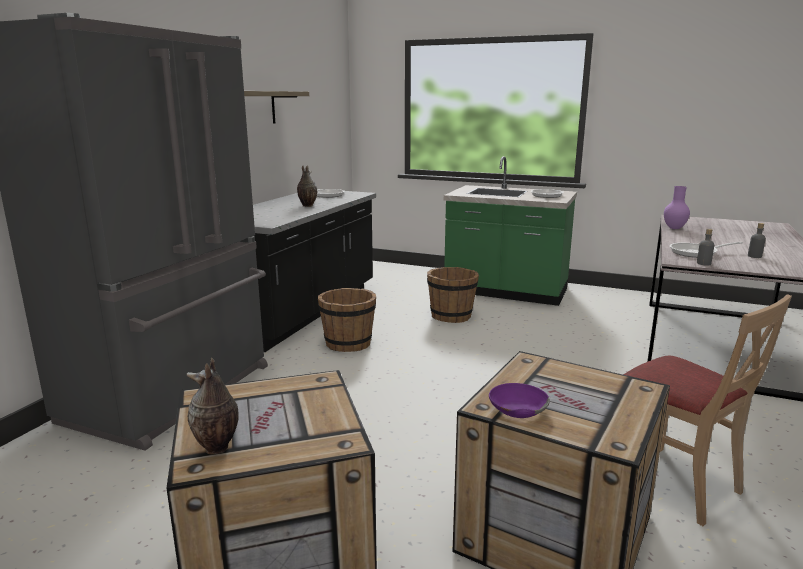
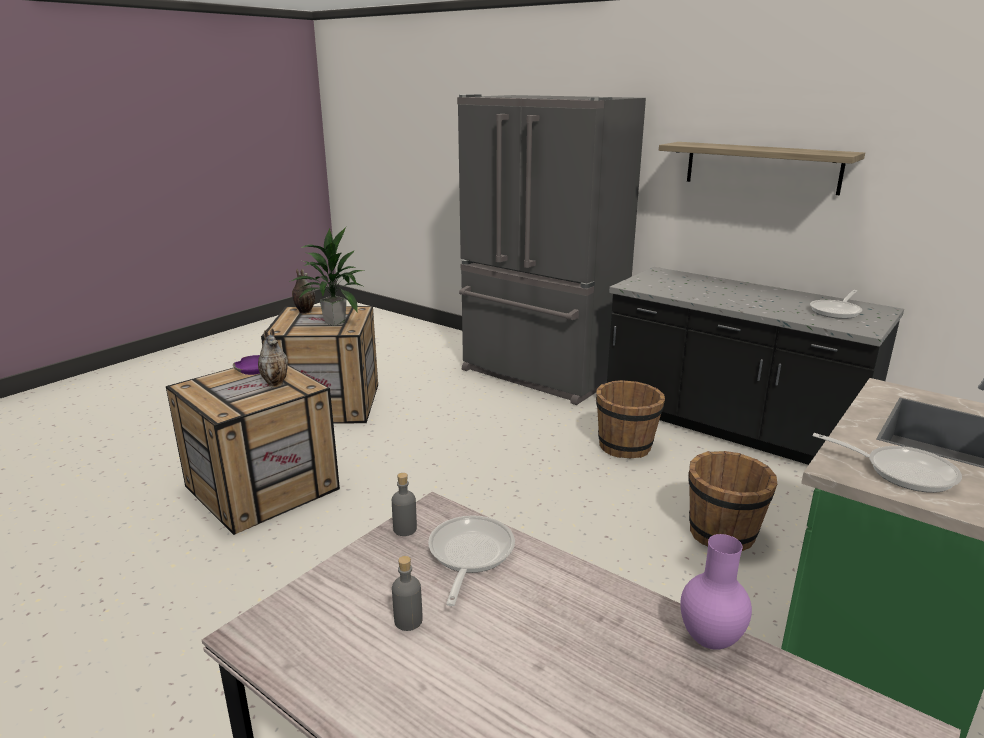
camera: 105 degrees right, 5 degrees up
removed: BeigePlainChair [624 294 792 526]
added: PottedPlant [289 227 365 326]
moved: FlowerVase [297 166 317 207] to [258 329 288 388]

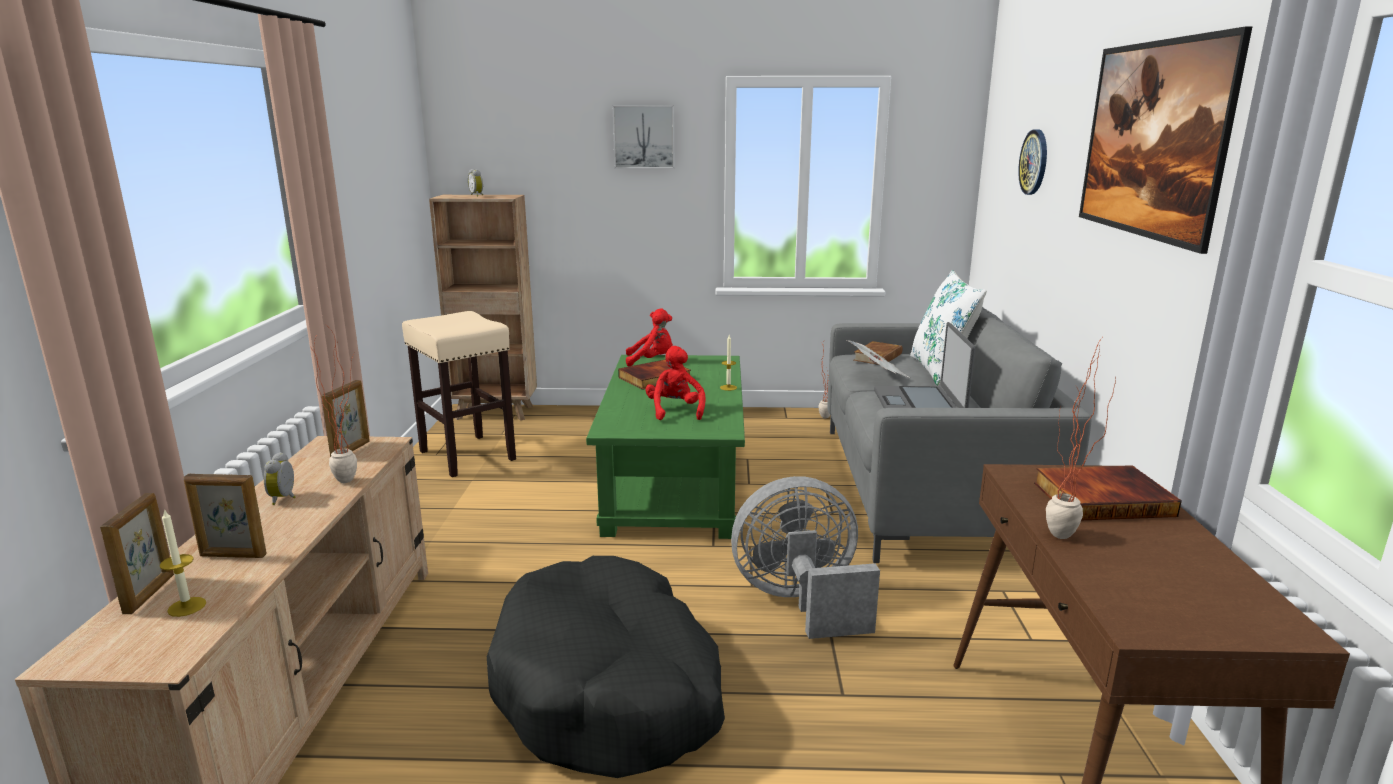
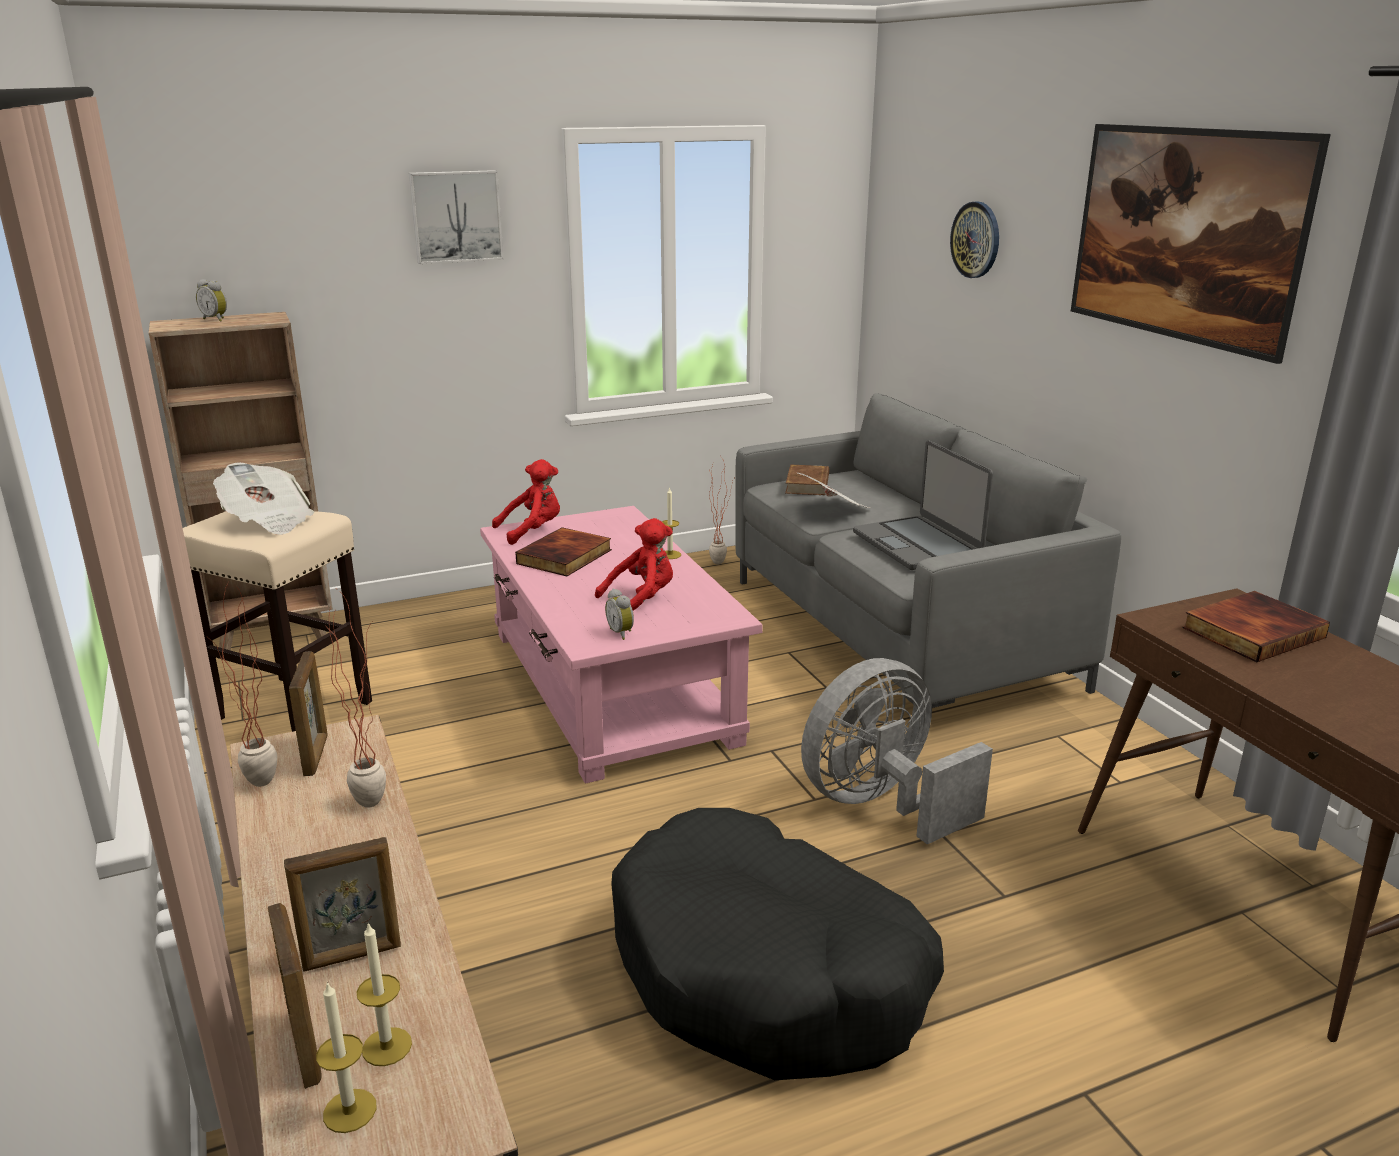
camera: 25 degrees left, 5 degrees up
removed: WhiteCushion [910 270 987 386]
added: Newspaper [213 462 315 535]; WaxCandle [316 981 377 1133]
moved: PottedPlant [1046 338 1116 539] to [211 582 277 787]; BedsideClock [264 452 296 505] to [605 588 634 640]
recoloured: GreenishCoffeeTable [586 355 745 539] to PinkishCoffeeTable [480 506 763 783]
turned: RedPlushToy [645 346 706 420] = [595 518 673 610] 90 degrees clockwise

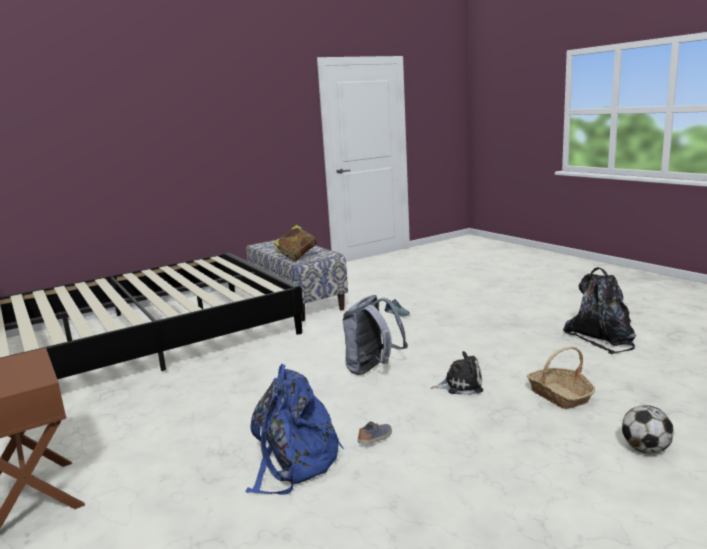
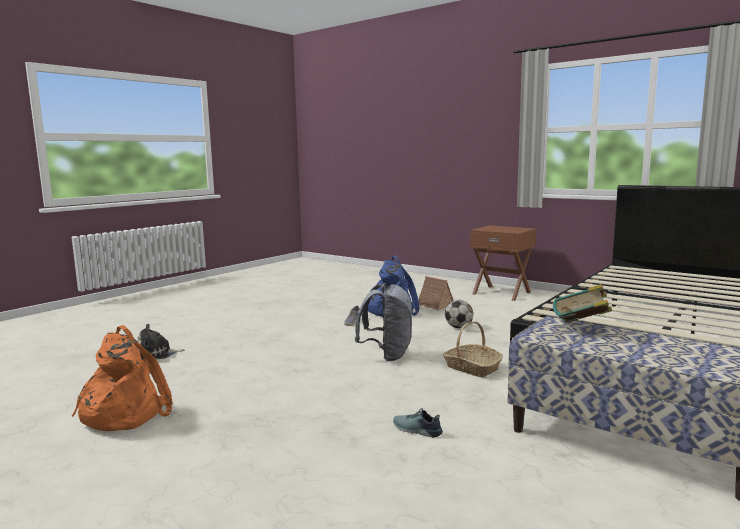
camera: 160 degrees right, 5 degrees down
added: ModelHouse [418 276 454 310]
moved: PlushToy [431 351 483 395] to [137 324 184 360]; HouseholdBasket [527 346 595 409] to [443 321 503 377]; FootballBall [622 405 674 454] to [445 300 473 328]
recoloured: BlackRucksack [563 267 636 354] to OrangeColouredRucksack [72 325 173 431]

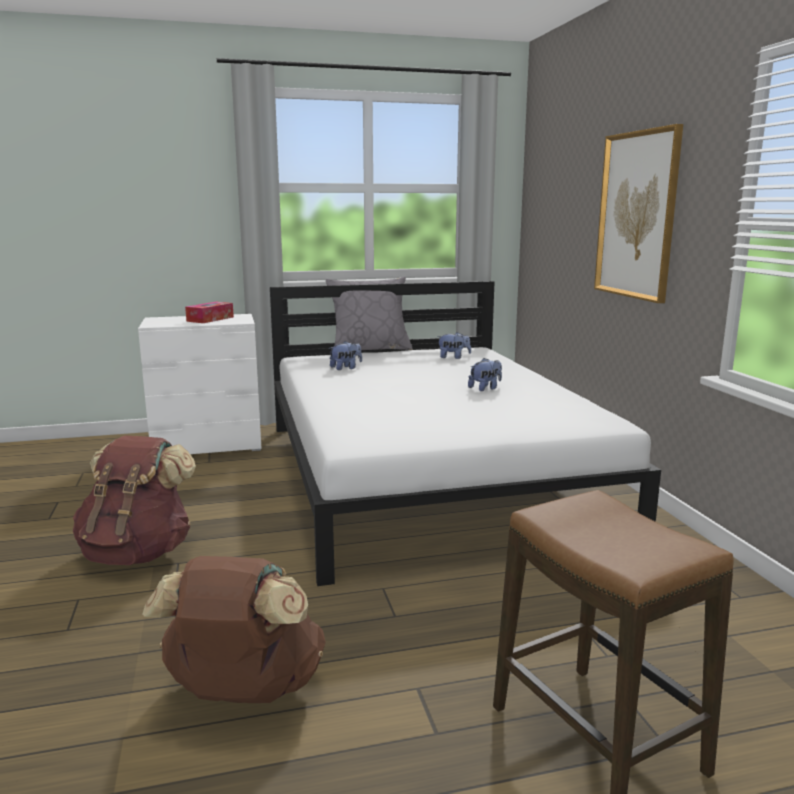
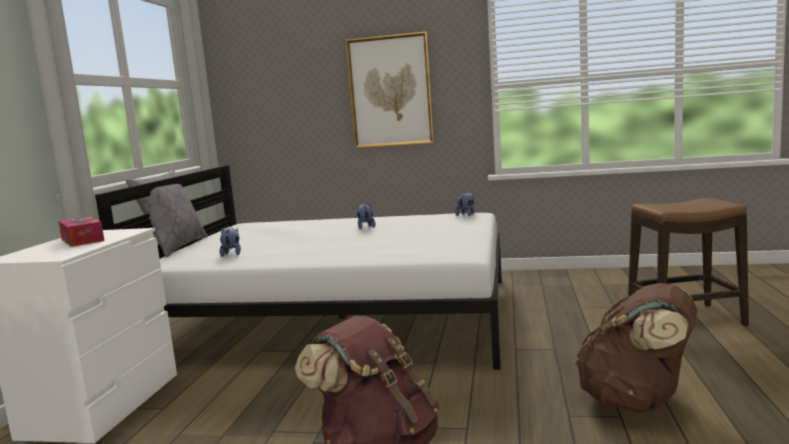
camera: 65 degrees left, 5 degrees down
moved: PlushToy [437 332 471 359] to [455 192 475 216]

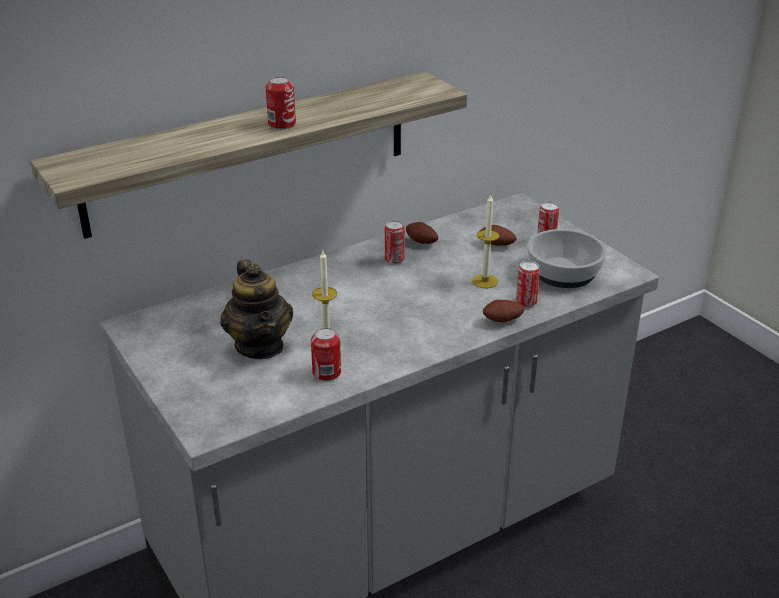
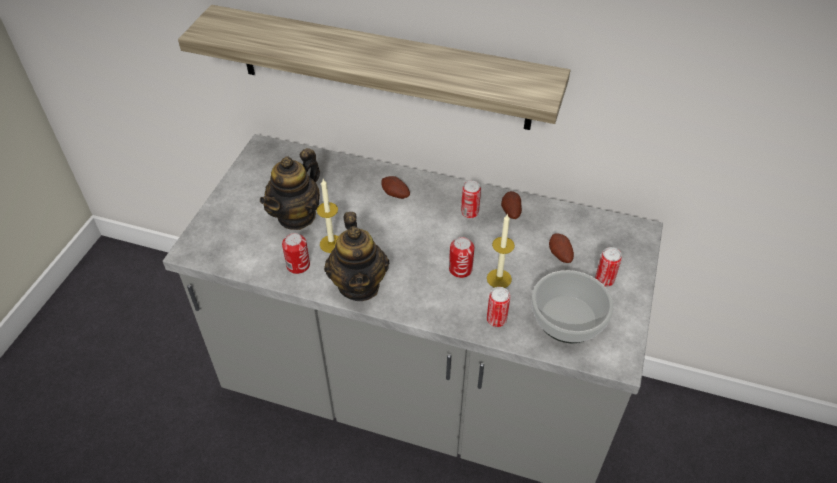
camera: 50 degrees right, 15 degrees up
added: PotForTea [324 212 389 301]
moved: Potato [483 300 525 323] to [381 176 410 199]; Can [266 77 296 130] to [449 237 474 278]

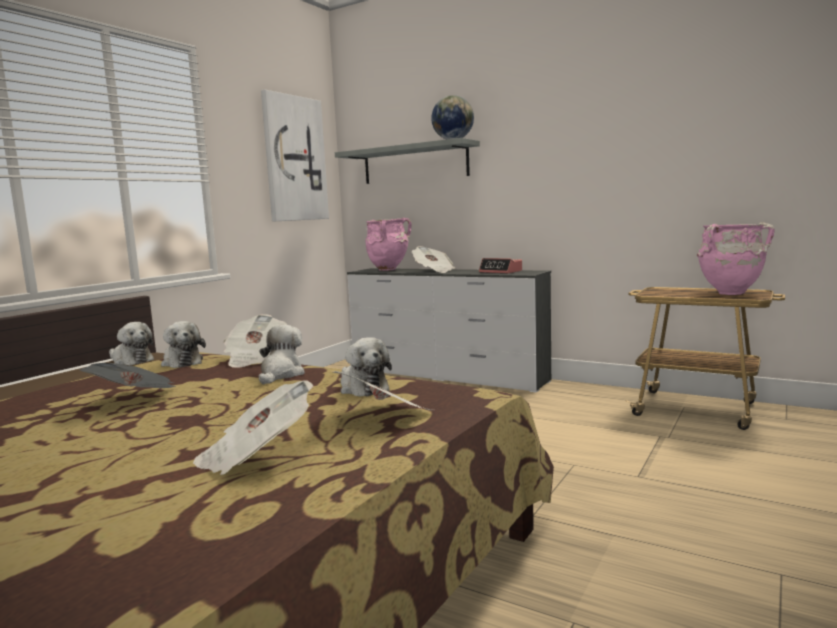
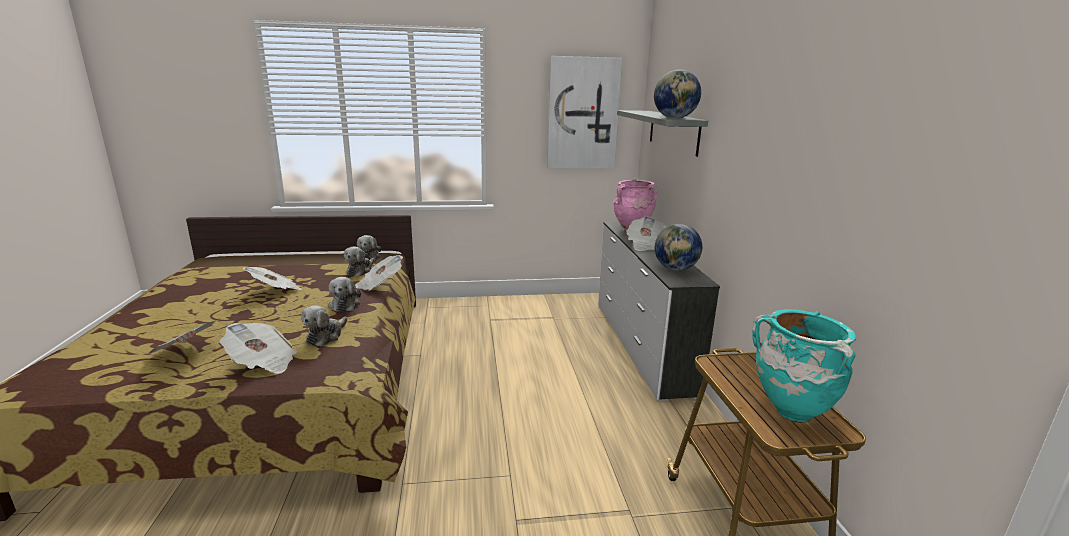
camera: 50 degrees right, 10 degrees up
replaced: BedsideClock [479 258 522 274] to DeskGlobe [655 224 702 271]
recoloured: PinkishFlowerVase [697 222 775 295] to BlueGreenFlowerVase [752 309 856 423]
turned: PlushToy [258 325 305 384] = [329 277 361 312] 105 degrees clockwise

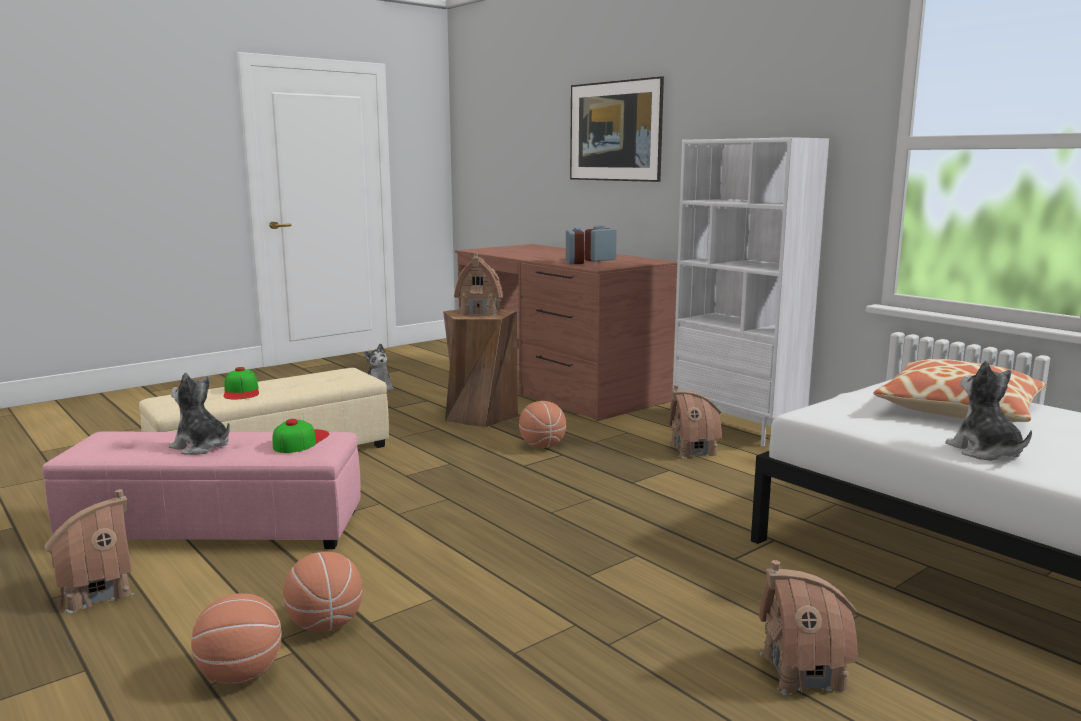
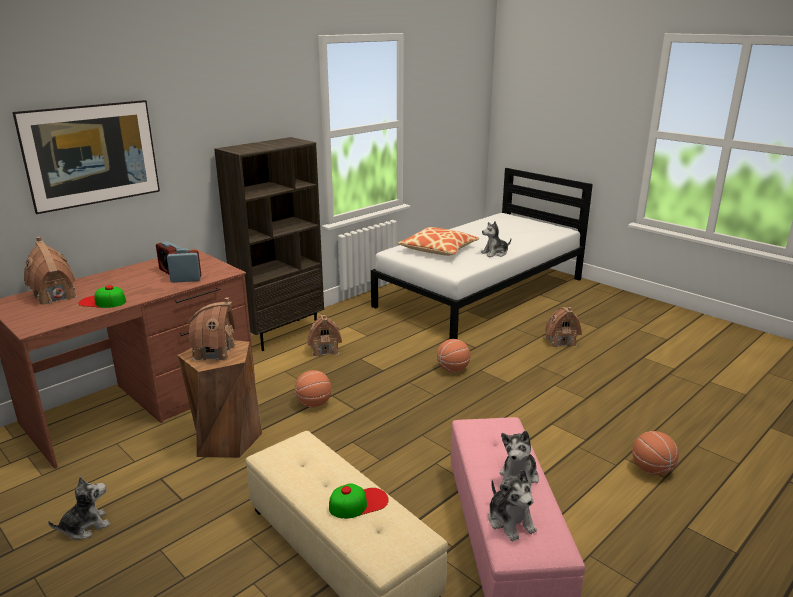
camera: 95 degrees left, 10 degrees up
added: PlushToy [488 470 537 541]
moved: ModelHouse [45 489 134 613] to [24 237 78 305]; BaseballCap [273 419 329 453] to [78 285 126 308]; BallForBasketball [283 551 362 632] to [437 339 471 372]
recoloured: WhiteBookcase [673 137 829 446] to BrownishBookcase [214 137 324 351]

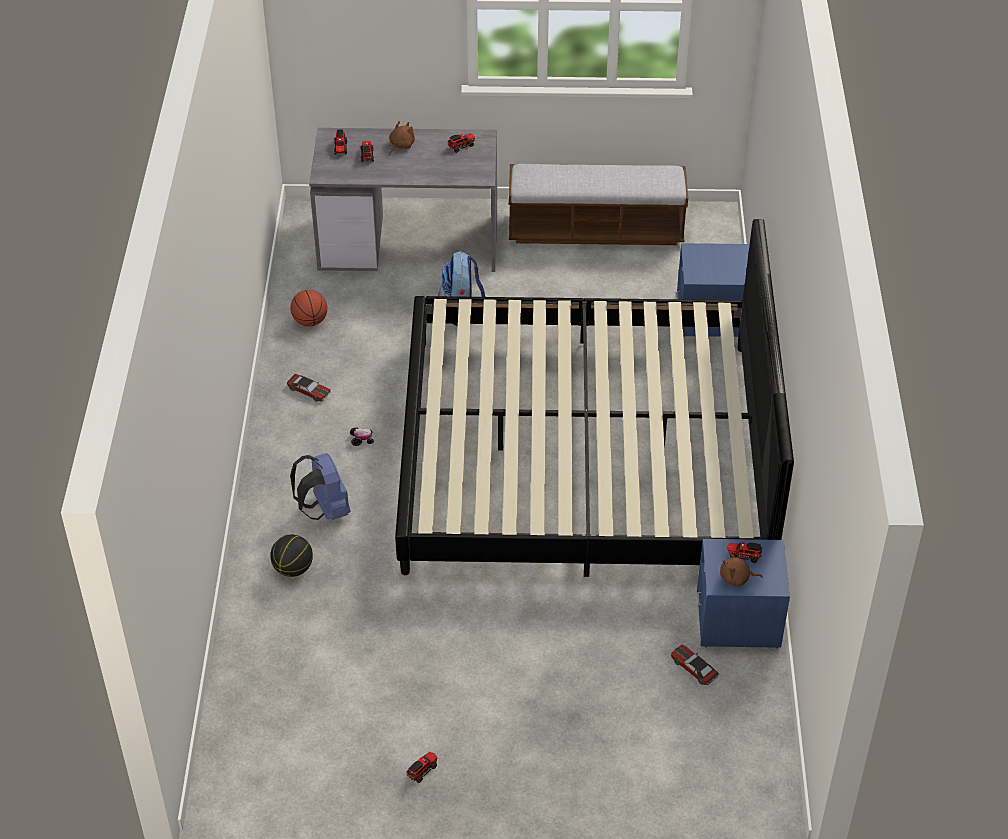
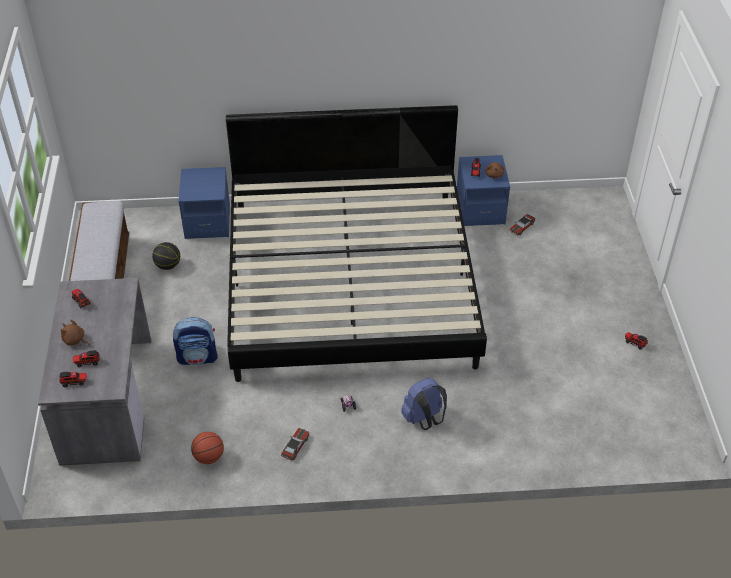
camera: 95 degrees left, 0 degrees up
moved: BallForBasketball [270 535 313 577] to [152 242 180 270]

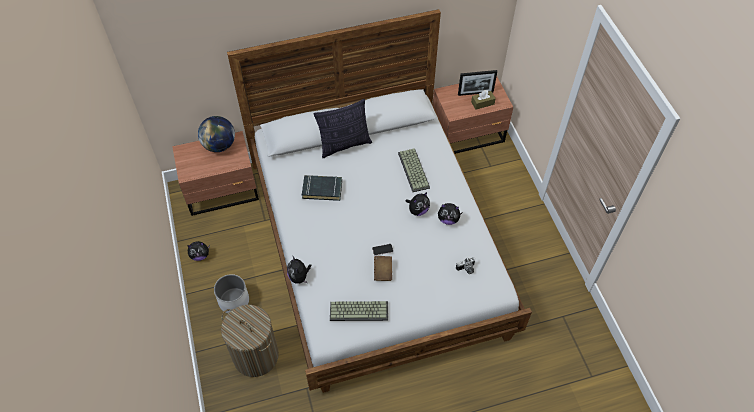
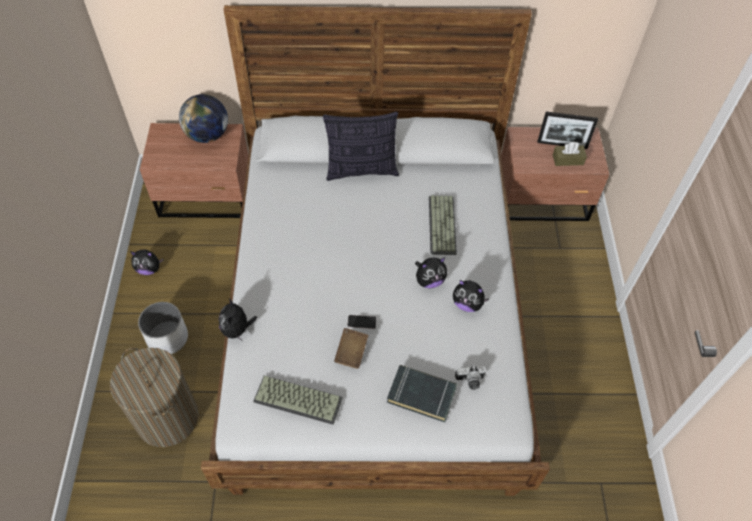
camera: 15 degrees right, 0 degrees up
moved: BlackVolume [302 175 342 201] to [387 365 457 422]

